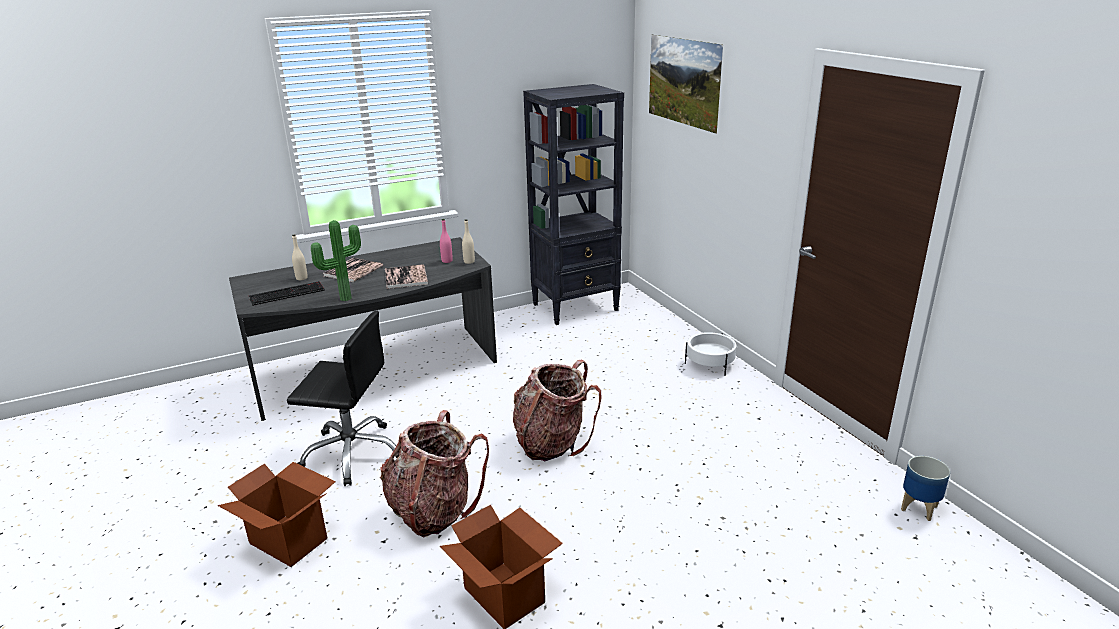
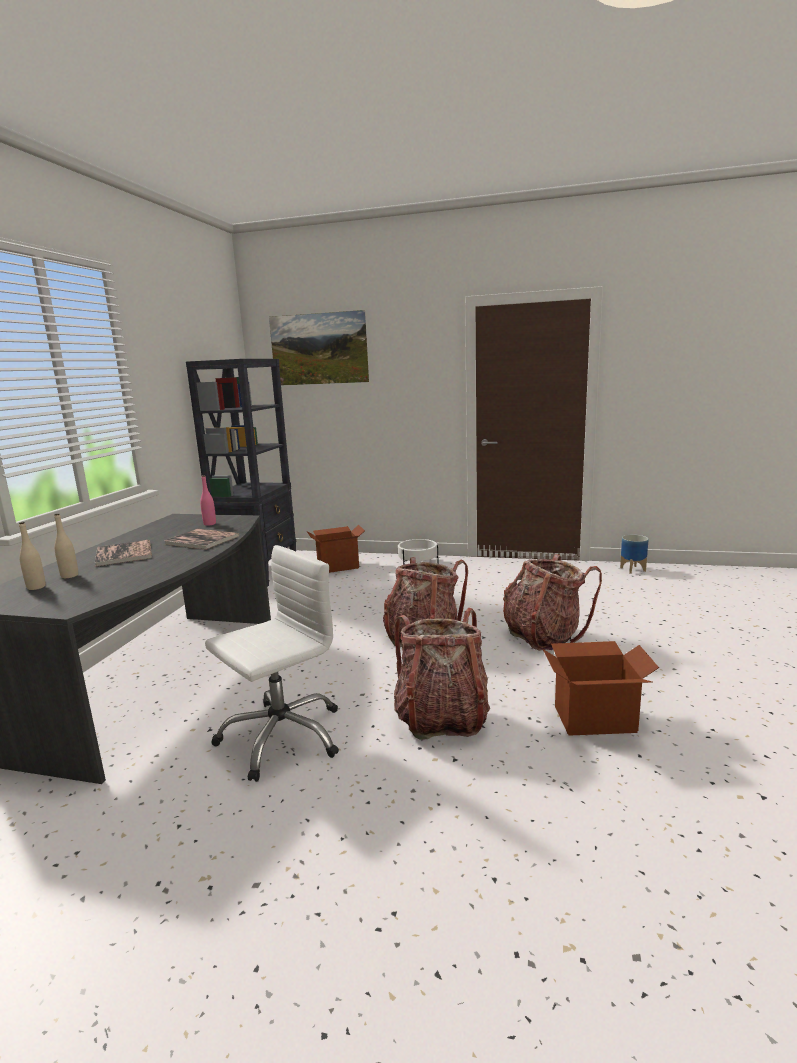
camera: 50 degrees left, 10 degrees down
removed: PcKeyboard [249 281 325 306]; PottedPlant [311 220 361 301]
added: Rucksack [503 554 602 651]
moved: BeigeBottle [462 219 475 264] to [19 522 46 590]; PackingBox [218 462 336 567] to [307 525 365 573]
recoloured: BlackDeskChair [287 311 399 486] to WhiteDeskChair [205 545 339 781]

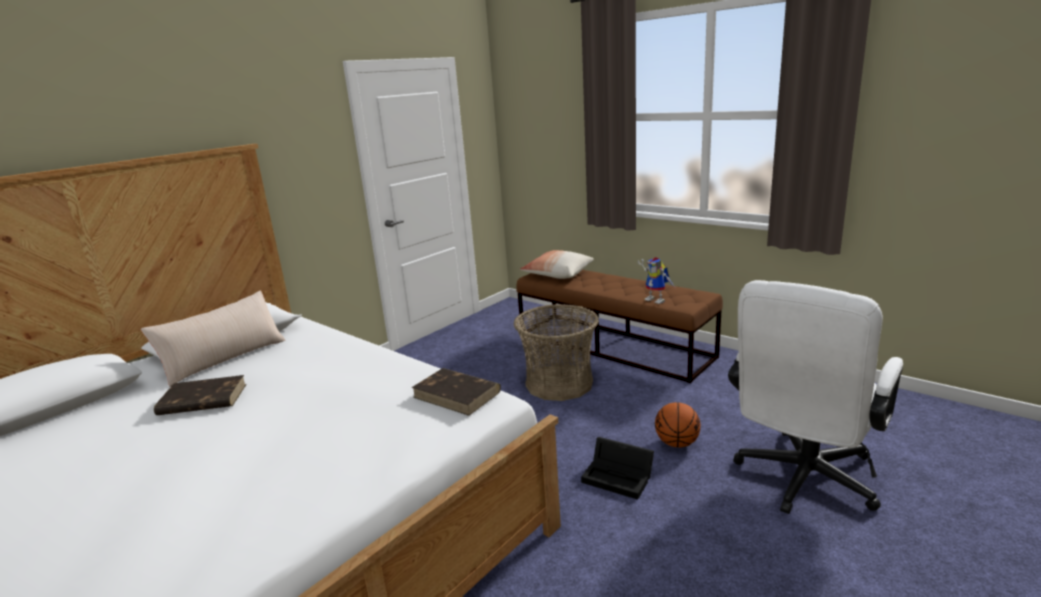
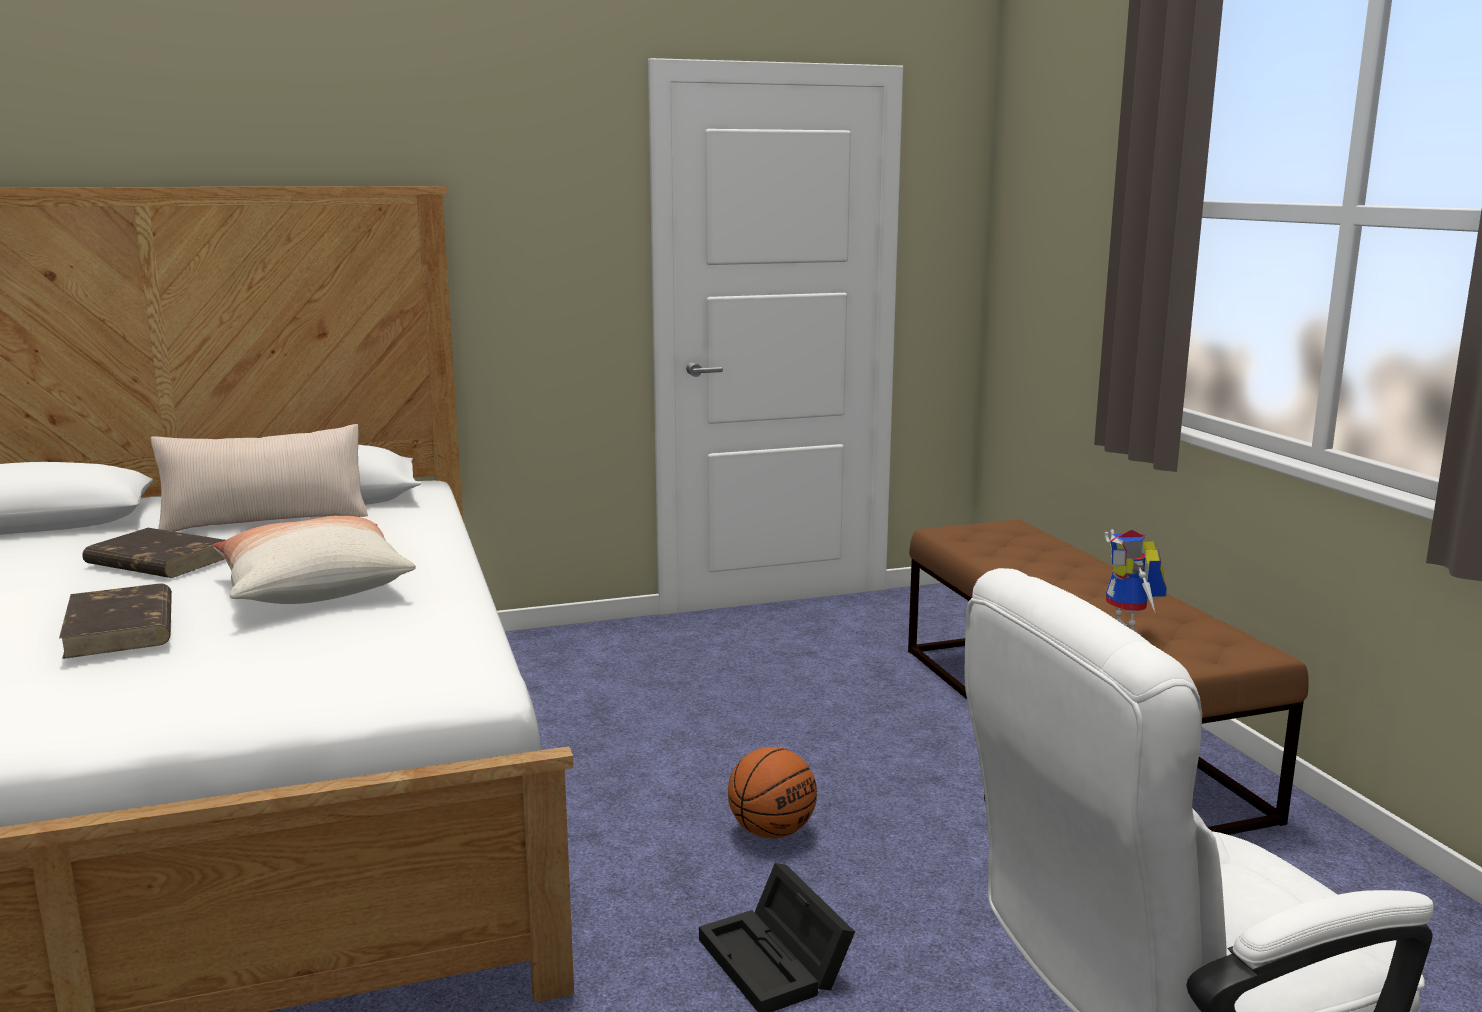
camera: 30 degrees right, 5 degrees down
removed: HouseholdBasket [514 304 599 401]
moved: BrownishVolume [411 368 501 416] to [59 583 172 659]; Cushion [520 250 594 279] to [213 516 416 604]; BallForBasketball [655 402 701 448] to [728 747 817 838]

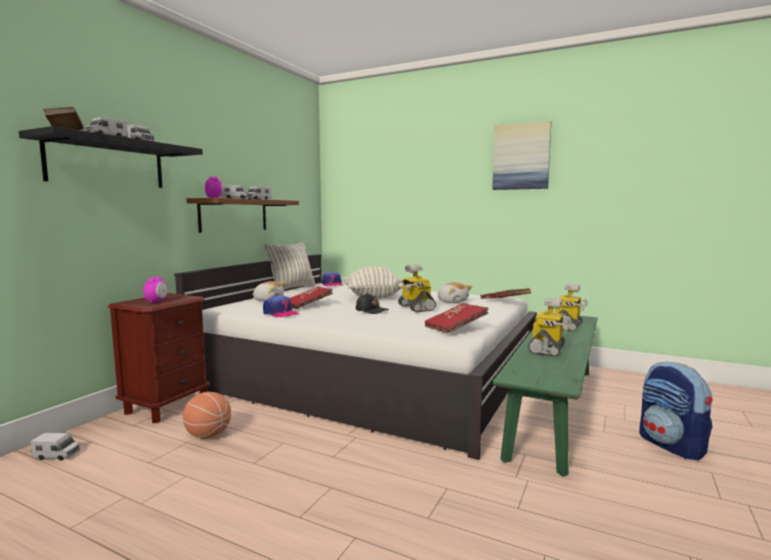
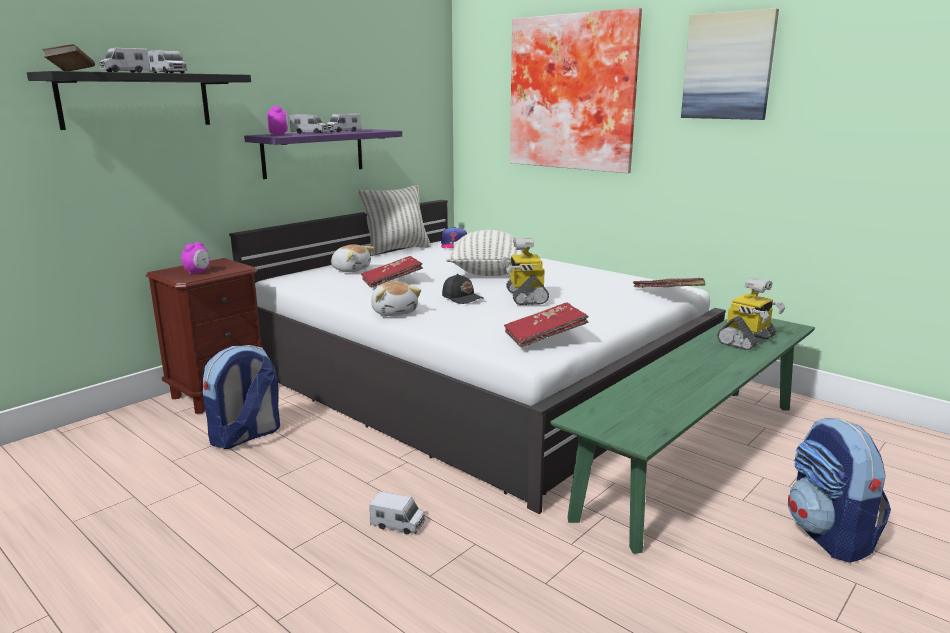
camera: 15 degrees right, 10 degrees up
removed: BaseballCap [263 295 300 317]; ToyRobot [528 298 572 357]
added: WallArt [510 8 642 173]
moved: ToyTruck [30 433 80 461] to [369 491 425 534]; PlushToy [438 282 472 303] to [371 281 421 316]
replaced: BallForBasketball [183 392 231 439] to Rucksack [203 345 280 449]
recoloured: BrownishBracketShelf [187 198 299 233] to PurpleColouredBracketShelf [244 129 402 179]

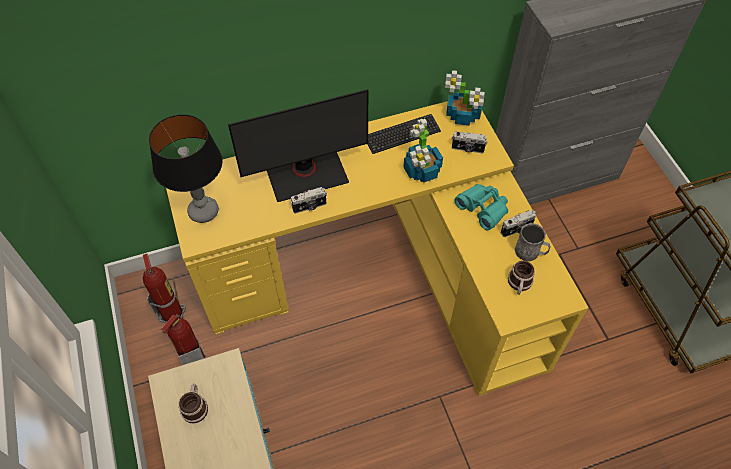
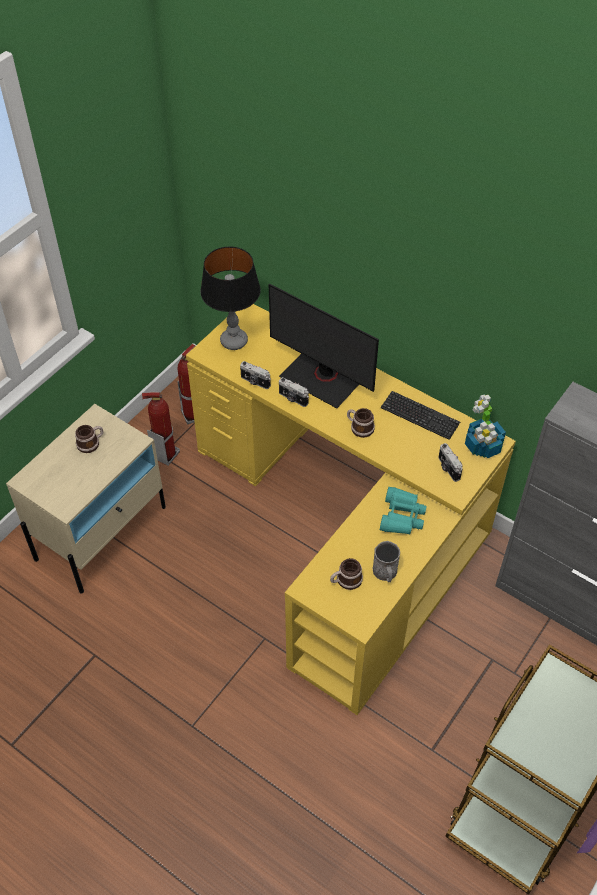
camera: 55 degrees right, 5 degrees down
removed: PottedPlant [403 119 443 182]
added: Mug [347 408 375 438]
moved: PhotoCamera [501 210 536 237] to [240 361 271 389]

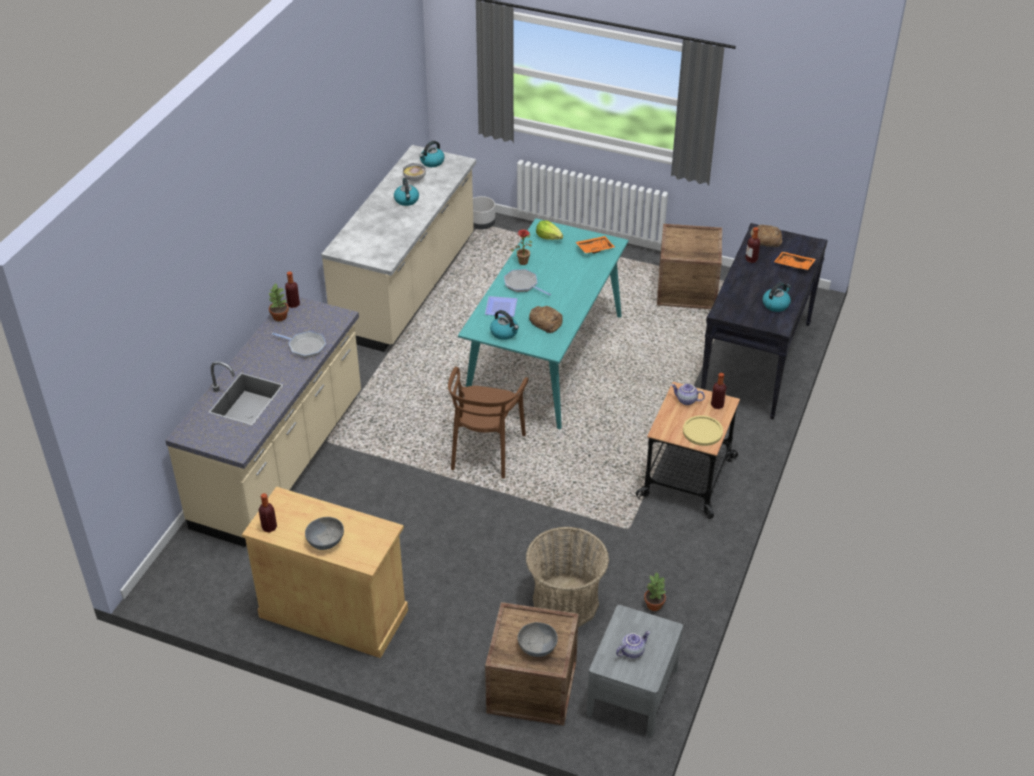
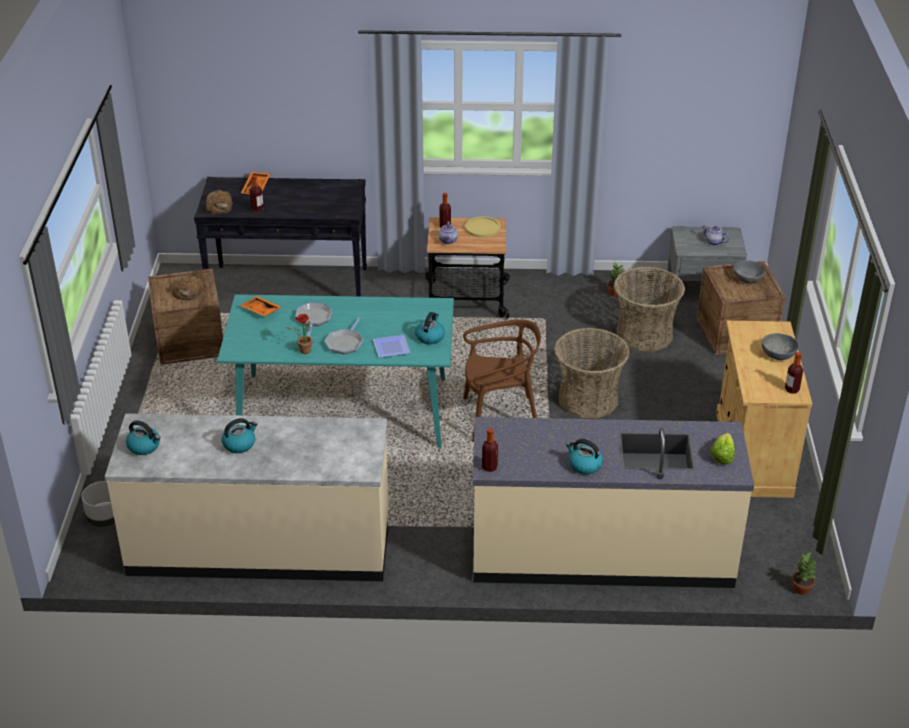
camera: 110 degrees left, 5 degrees down
removed: DeepDish [402 163 426 182]
added: HouseholdBasket [554 328 630 418]
moved: BakedBread [529 306 563 333] to [172 275 205 301]; Pan [272 331 326 358] to [295 302 332 336]; TeaKettle [762 282 791 312] to [566 439 603 475]; Lettuce [536 220 563 240] to [710 433 735 464]; PottedPlant [268 282 289 321] to [792 551 817 595]

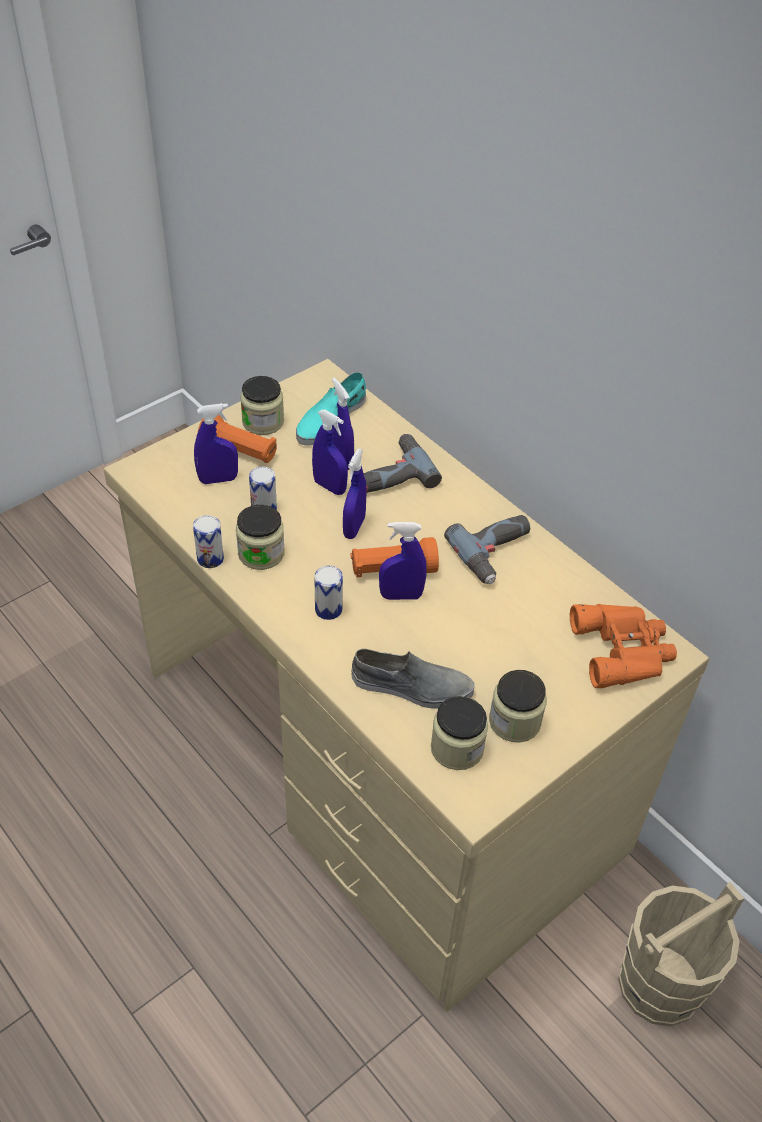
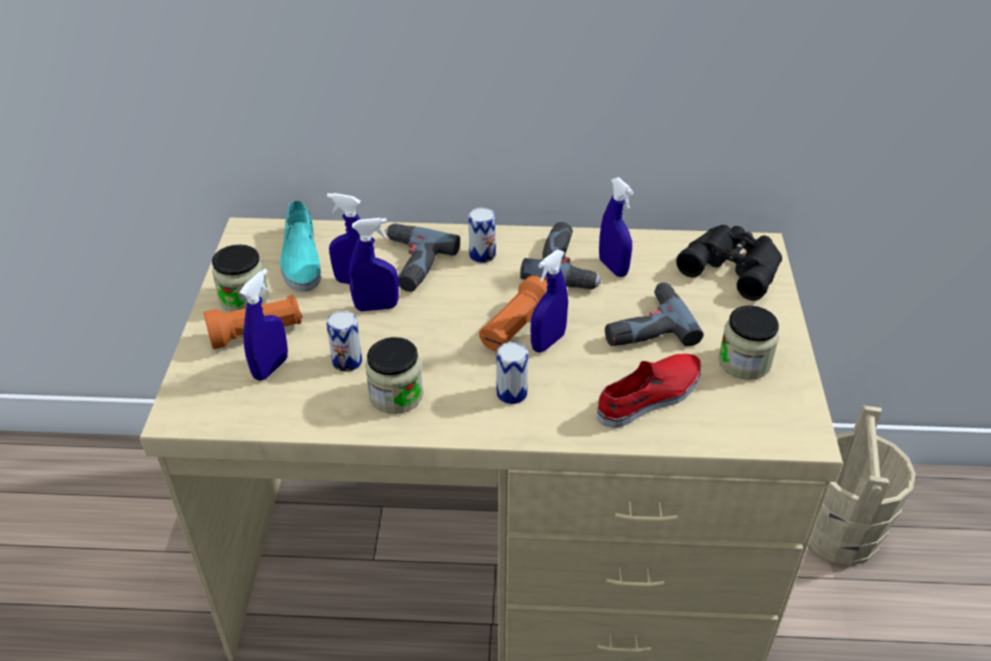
camera: 45 degrees left, 5 degrees down
removed: PreserveJar [431 696 488 770]
added: ElectricDrill [605 283 704 346]
moved: Can [193 515 224 568] to [468 207 496 263]; BlueSprayBottle [343 449 367 539] to [599 177 634 277]
recoloured: GreyishLowShoe [351 649 474 709] to RedLowShoe [597 354 701 428]; OrangeColouredBinoculars [570 604 677 688] to BlackBinoculars [676 225 782 301]

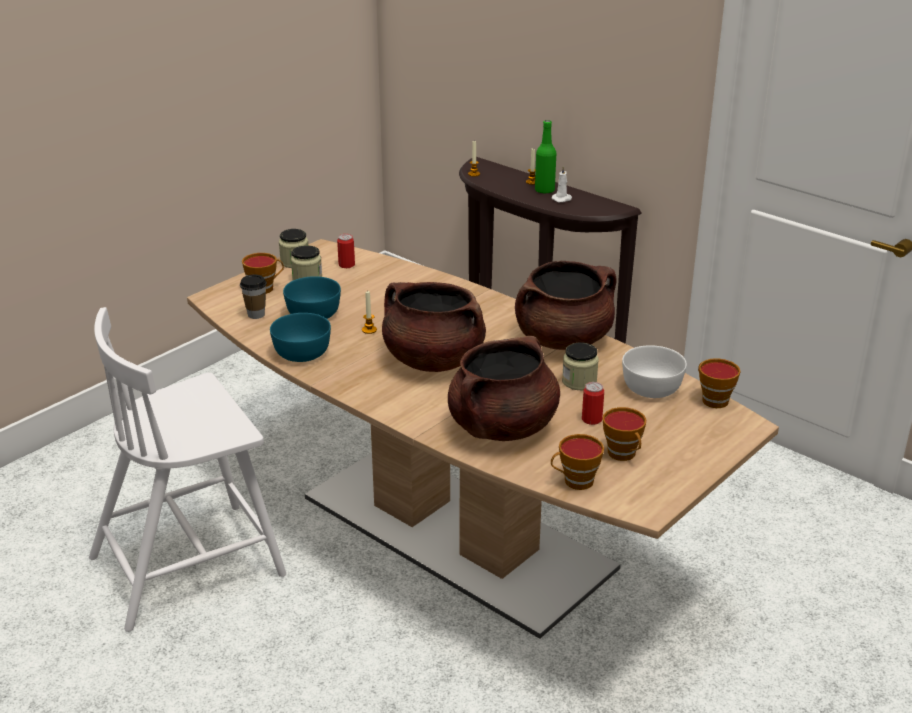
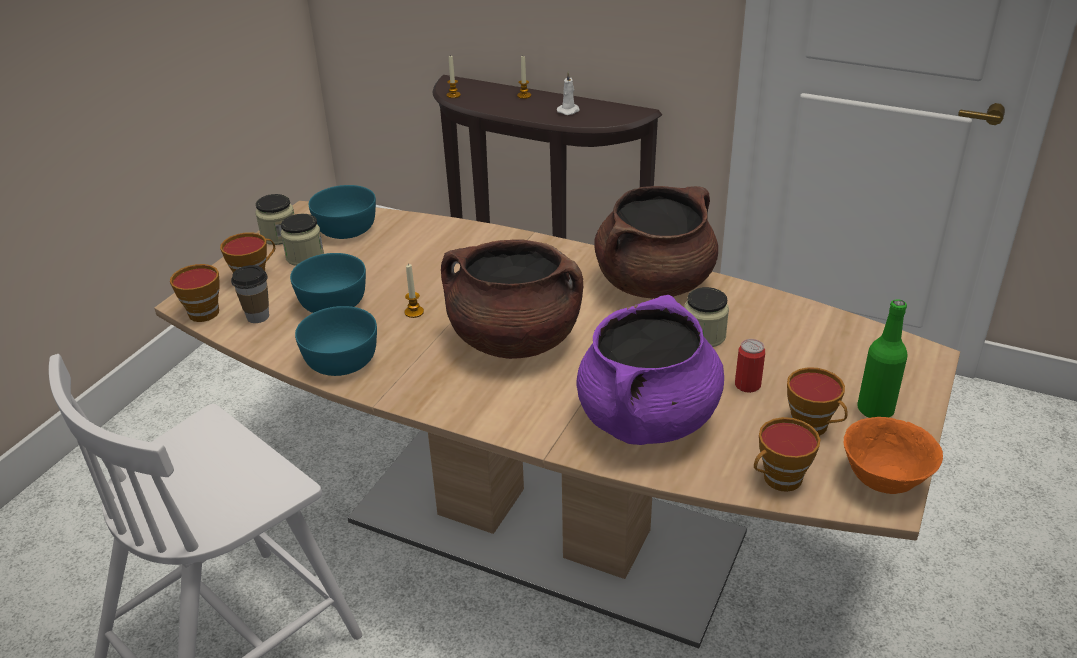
camera: 15 degrees left, 5 degrees up
removed: WhiteDeepDish [622 345 687 398]
added: OrangeColouredDeepDish [843 417 943 494]
moved: SmallCup [698 358 740 408] to [170 264 220 322]; GreenishBottle [535 120 556 194] to [857 299 908 418]
replaced: Can [337 234 355 268] to BlueGreenDeepDish [309 185 376 239]
recoloured: BrownishCookingPot [448 336 560 441] to PurpleColouredCookingPot [576 295 724 445]

